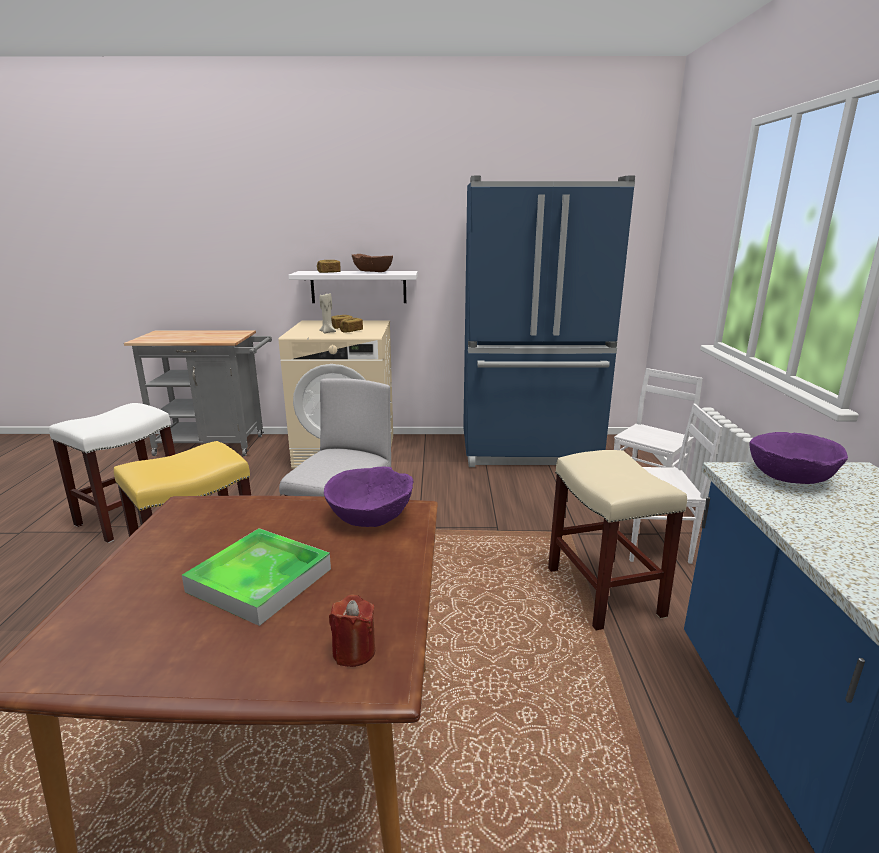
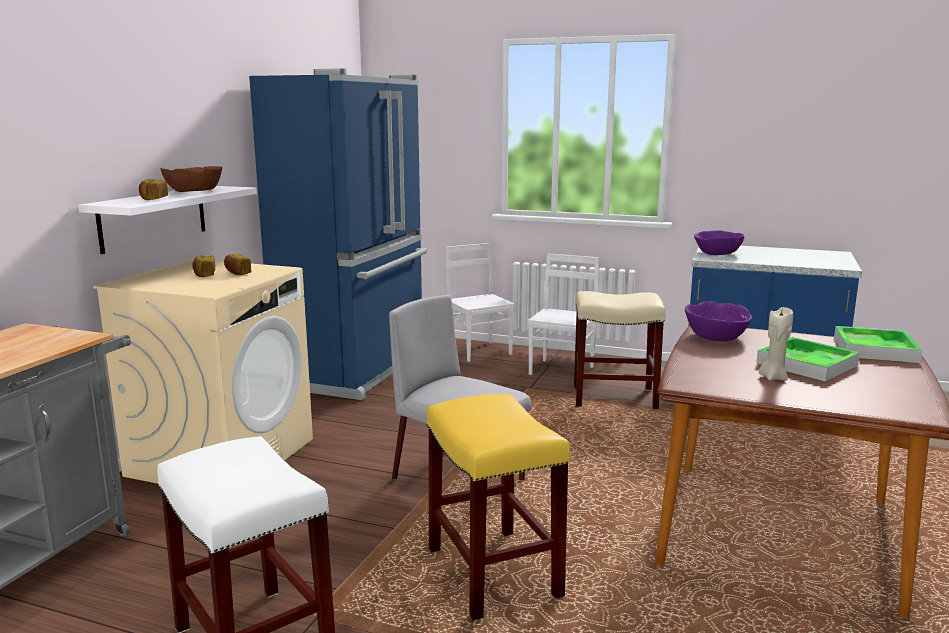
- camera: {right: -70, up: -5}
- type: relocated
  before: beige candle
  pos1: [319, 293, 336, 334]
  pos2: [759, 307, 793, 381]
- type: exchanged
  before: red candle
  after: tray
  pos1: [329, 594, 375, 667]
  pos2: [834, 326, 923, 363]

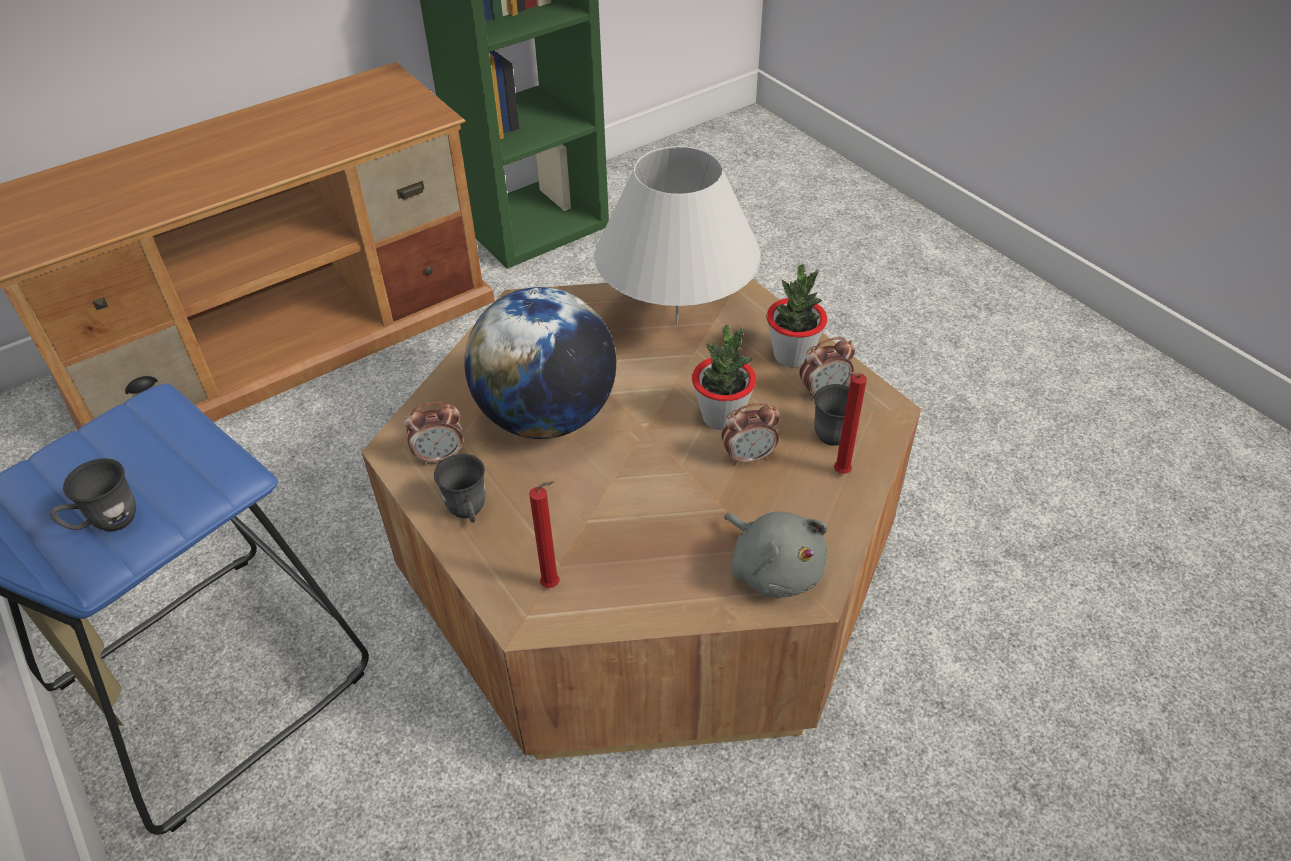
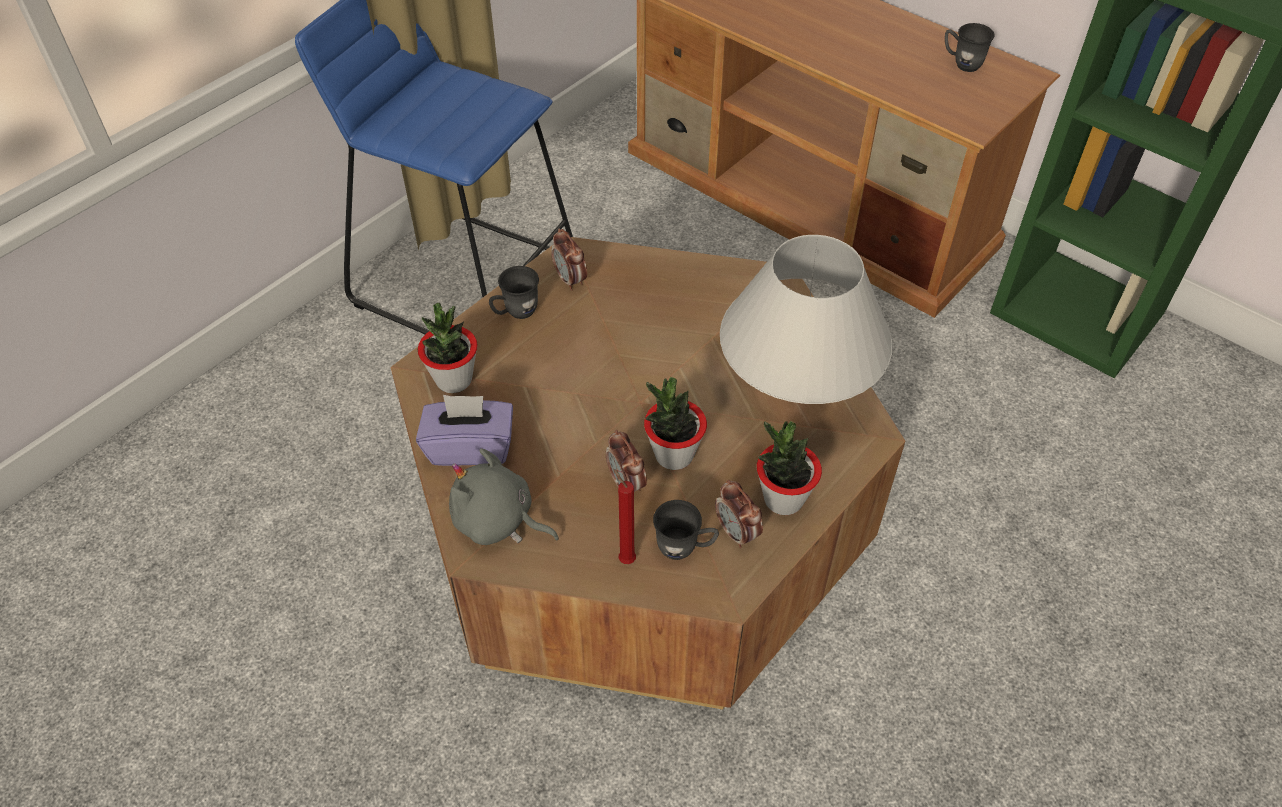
- camera: {right: 75, up: 5}
- type: appeared
  after: purple tissue box
  pos2: [416, 395, 513, 466]
- type: exchanged
  before: red candle
  after: potted plant
  pos1: [529, 481, 559, 588]
  pos2: [418, 302, 477, 393]
- type: spun
  before: grey plush toy
  pos1: [724, 512, 828, 598]
  pos2: [449, 448, 559, 545]
  turn: 75
- type: relocated
  before: grey mug
  pos1: [50, 458, 136, 532]
  pos2: [945, 23, 995, 72]
- type: missing
  before: globe
  pos1: [464, 287, 616, 439]

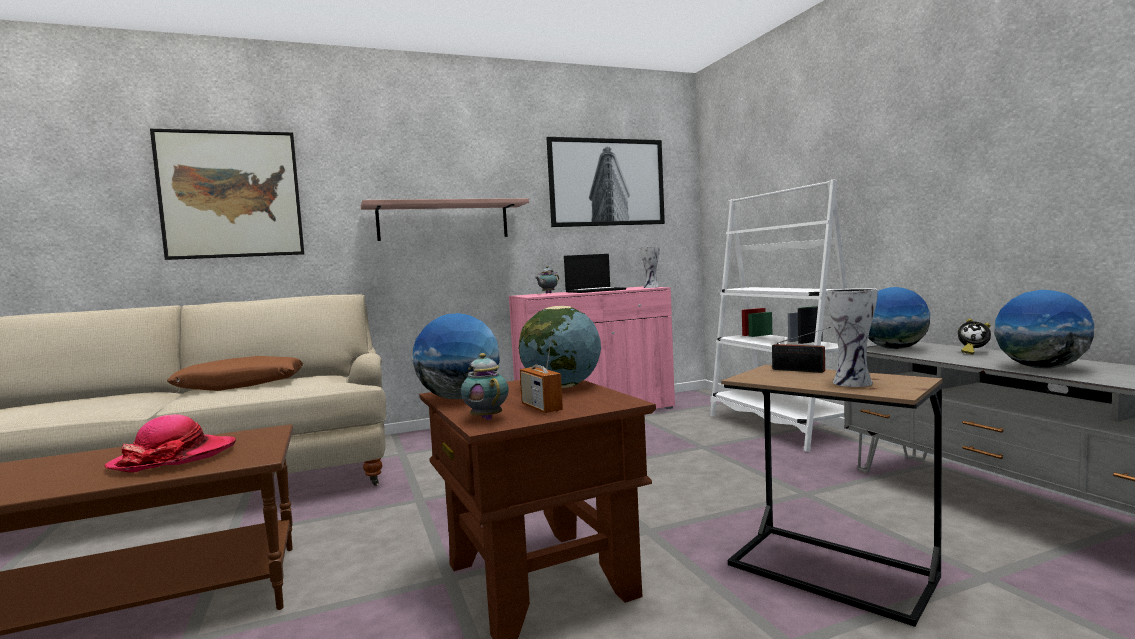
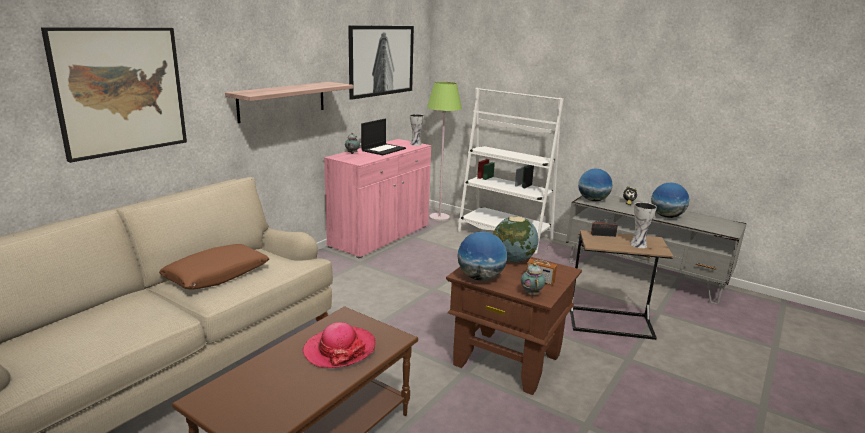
- camera: {right: -35, up: 15}
- type: appeared
  after: green floor lamp
  pos2: [427, 82, 462, 222]
- type: spun
  before: teapot
  pos1: [461, 353, 509, 420]
  pos2: [521, 263, 545, 296]
  turn: 60

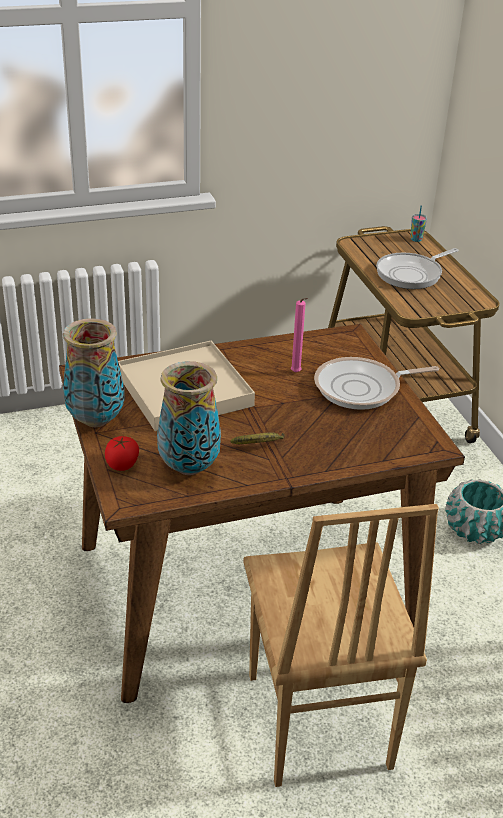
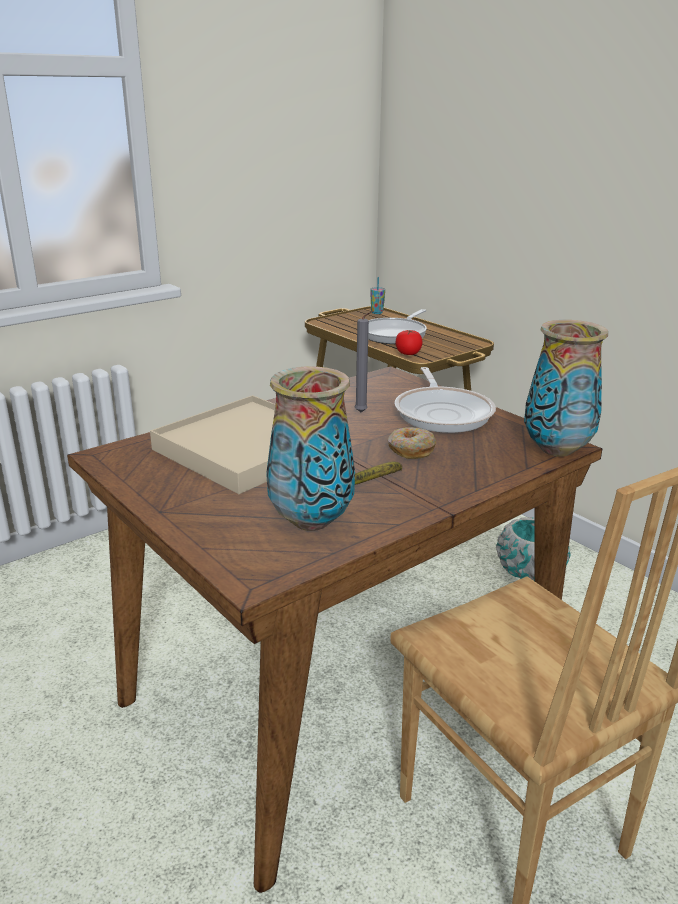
- camera: {right: -20, up: -10}
- type: colour
  before: pink candle
  after: grey candle
  pos1: [291, 298, 308, 372]
  pos2: [355, 311, 373, 412]
- type: appeared
  after: donut
  pos2: [388, 427, 436, 459]
- type: spun
  before: frying pan
  pos1: [314, 357, 439, 410]
  pos2: [395, 367, 496, 433]
  turn: -60
- type: relocated
  before: tomato
  pos1: [105, 436, 139, 471]
  pos2: [396, 330, 422, 355]
- type: relocated
  before: vase
  pos1: [63, 318, 124, 427]
  pos2: [524, 320, 608, 457]

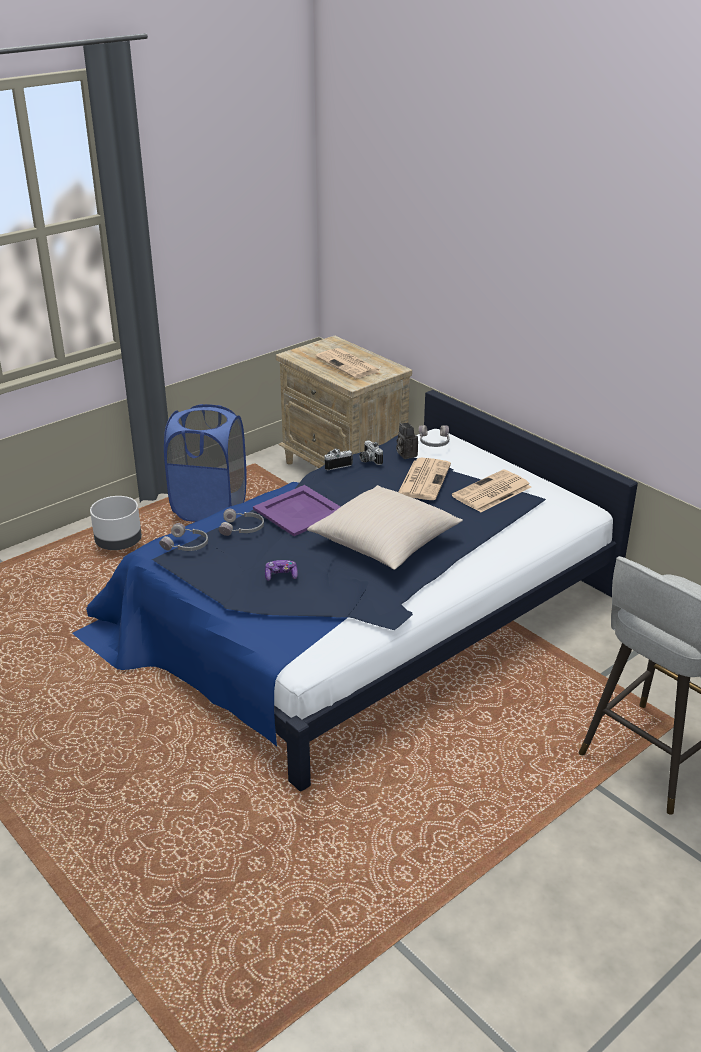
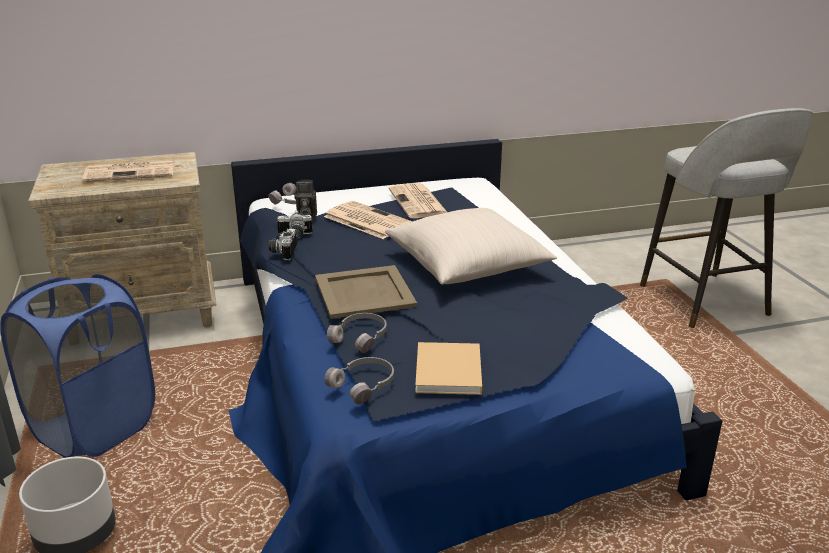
- camera: {right: -65, up: -5}
- type: colour
  before: purple tray
  after: beige tray
  pos1: [253, 485, 341, 536]
  pos2: [315, 265, 417, 319]
- type: appeared
  after: beige book
  pos2: [415, 342, 482, 395]
- type: missing
  before: game controller
  pos1: [265, 560, 298, 581]

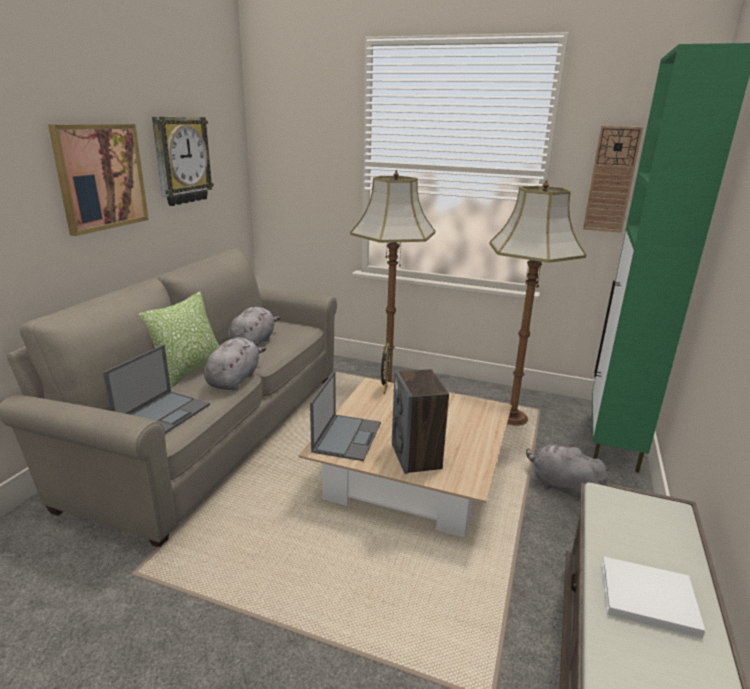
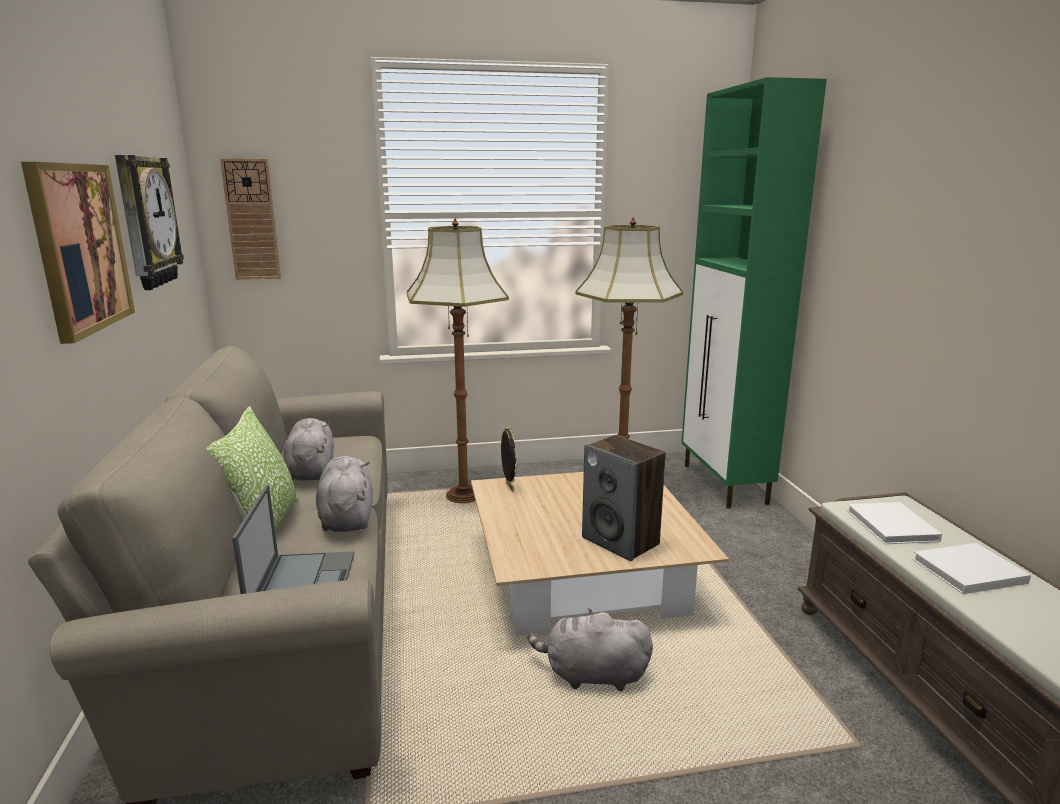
- camera: {right: -30, up: -5}
- type: relocated
  before: wall clock
  pos1: [583, 126, 643, 233]
  pos2: [220, 158, 281, 280]
- type: relocated
  before: grey plush toy
  pos1: [526, 444, 609, 501]
  pos2: [527, 608, 653, 691]
- type: appeared
  after: white book
  pos2: [847, 502, 942, 544]
- type: missing
  before: laptop
  pos1: [310, 371, 381, 461]

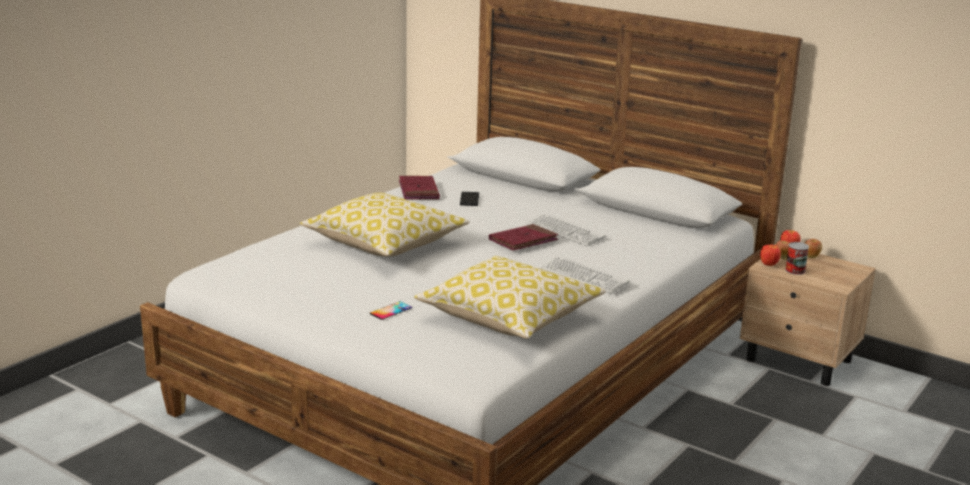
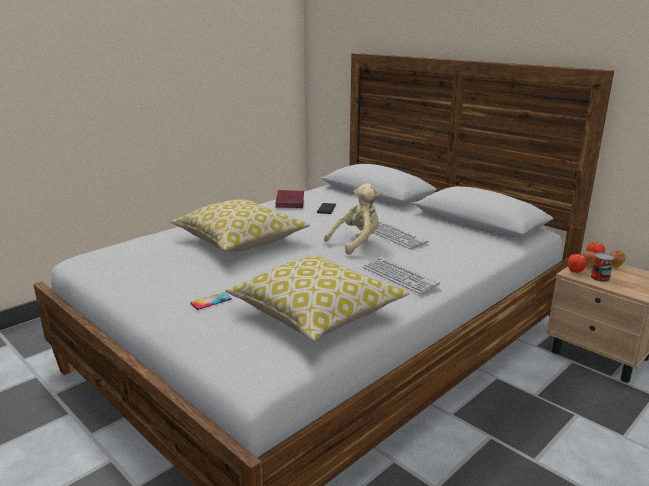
- camera: {right: 10, up: 0}
- type: exchanged
  before: red book
  after: beige plush toy
  pos1: [489, 224, 558, 251]
  pos2: [324, 184, 380, 255]

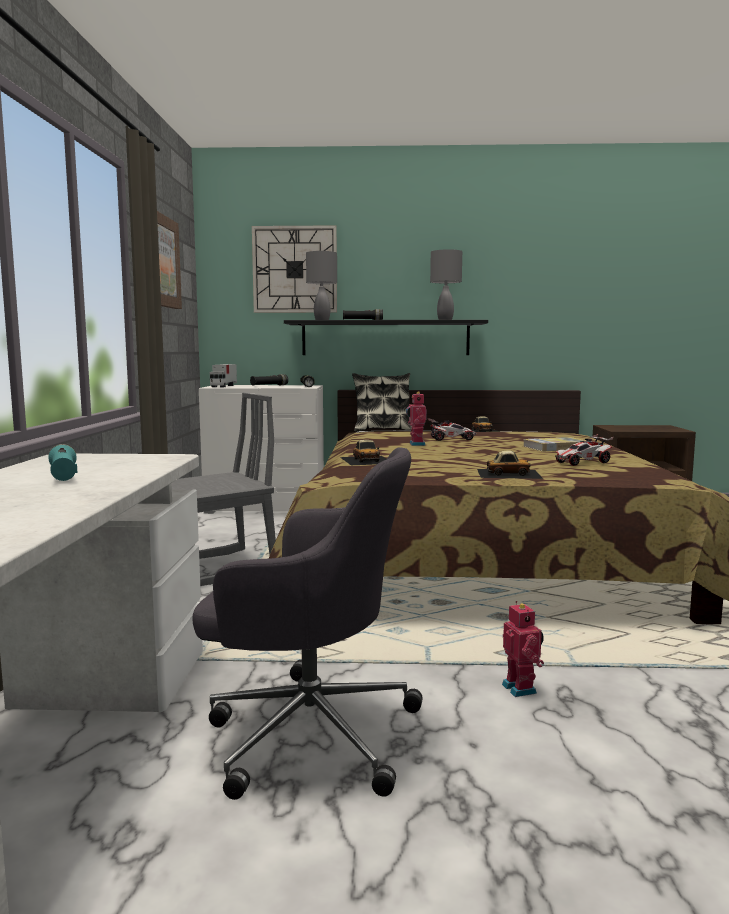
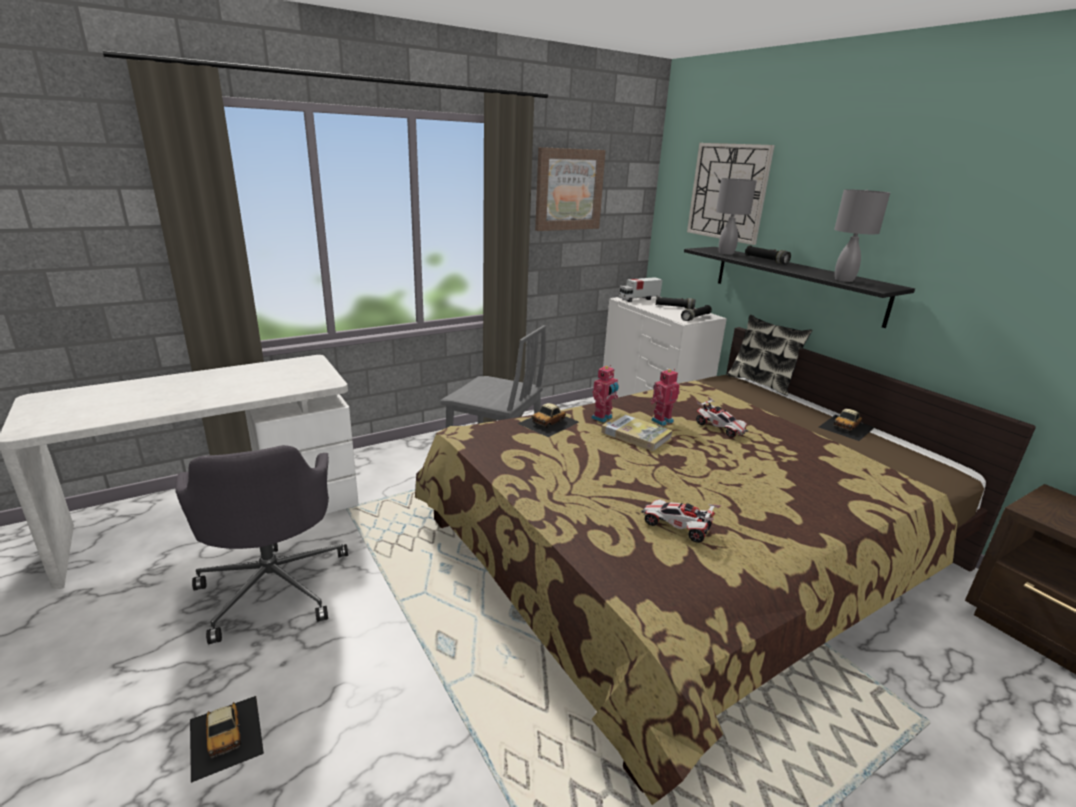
- camera: {right: 55, up: 15}
- type: relocated
  before: toy car
  pos1: [477, 450, 543, 479]
  pos2: [190, 696, 264, 783]
- type: relocated
  before: toy robot
  pos1: [502, 601, 544, 697]
  pos2: [591, 365, 619, 423]
- type: relocated
  before: book
  pos1: [523, 437, 586, 452]
  pos2: [601, 413, 673, 451]
- type: missing
  before: turquoise flashlight
  pos1: [48, 444, 78, 481]

